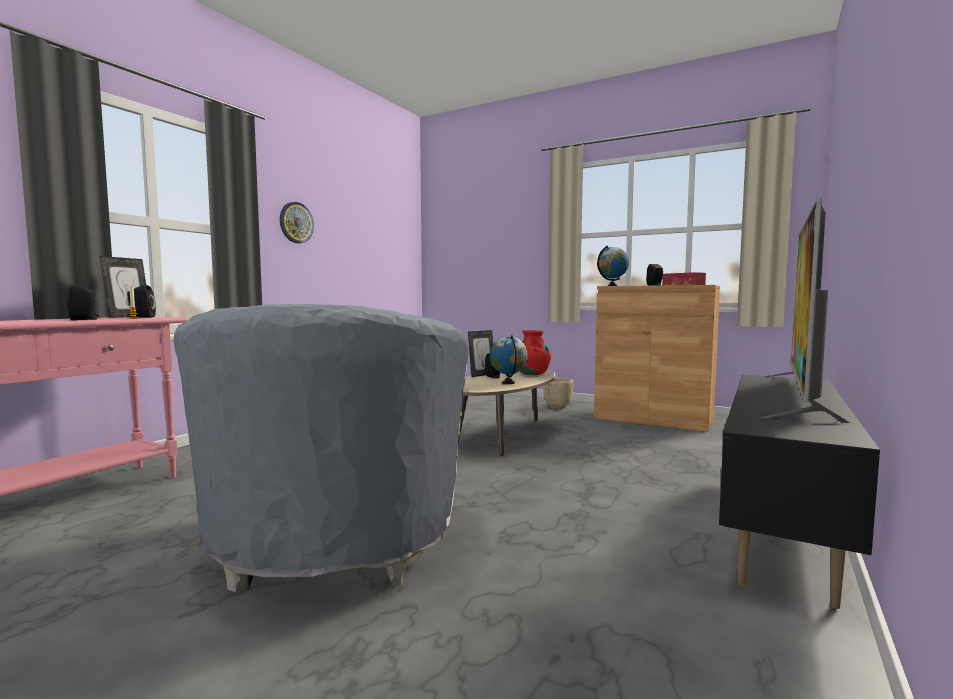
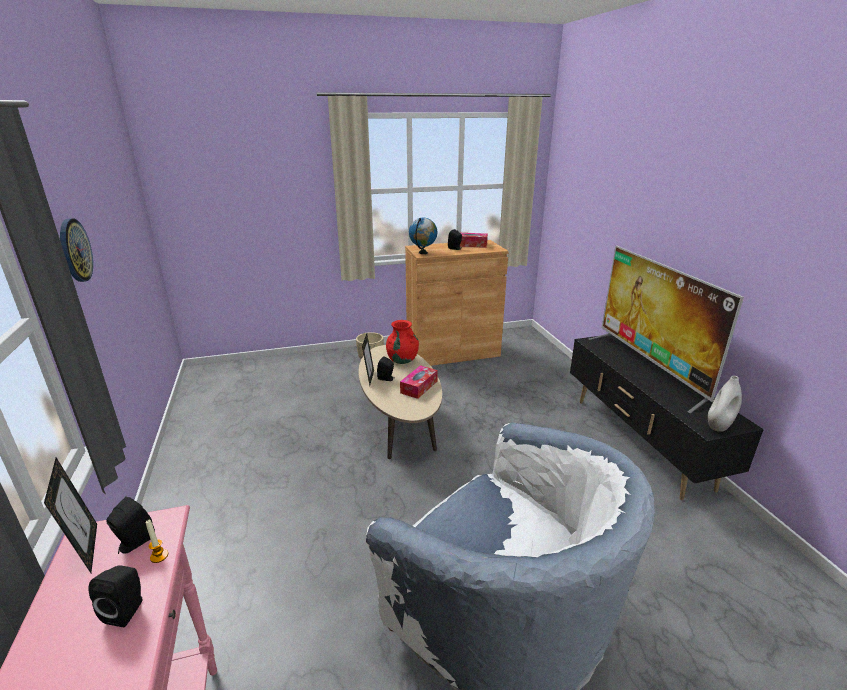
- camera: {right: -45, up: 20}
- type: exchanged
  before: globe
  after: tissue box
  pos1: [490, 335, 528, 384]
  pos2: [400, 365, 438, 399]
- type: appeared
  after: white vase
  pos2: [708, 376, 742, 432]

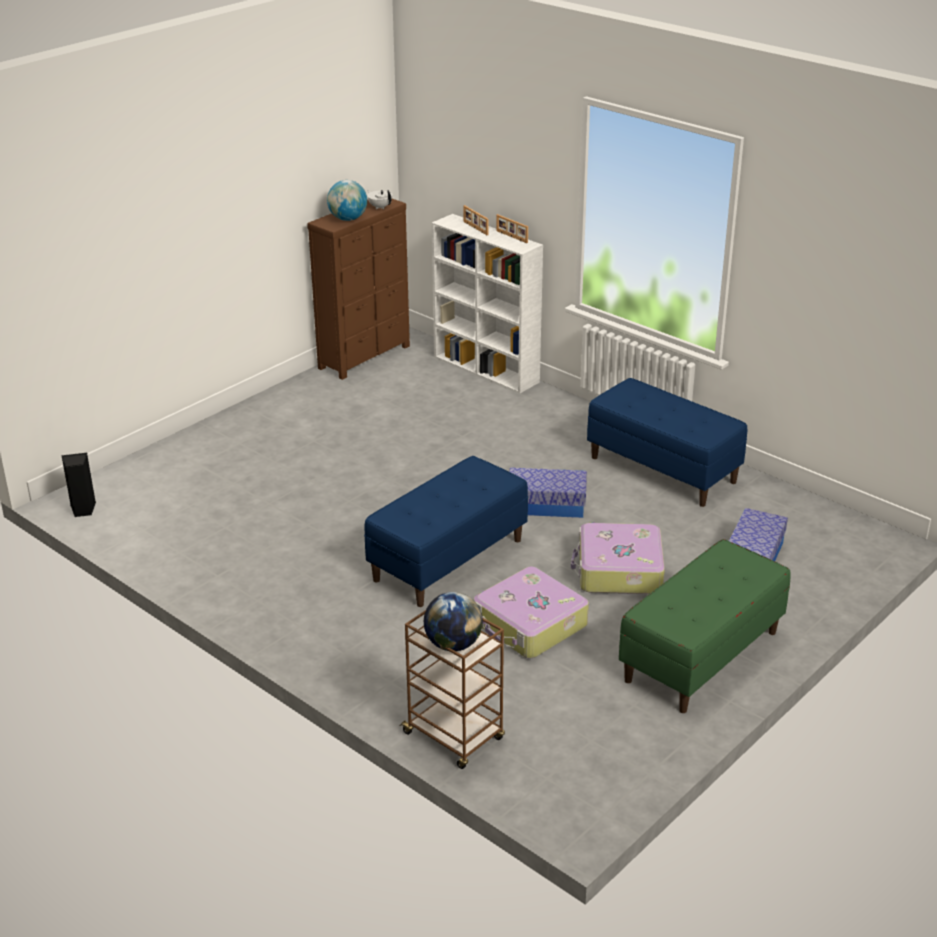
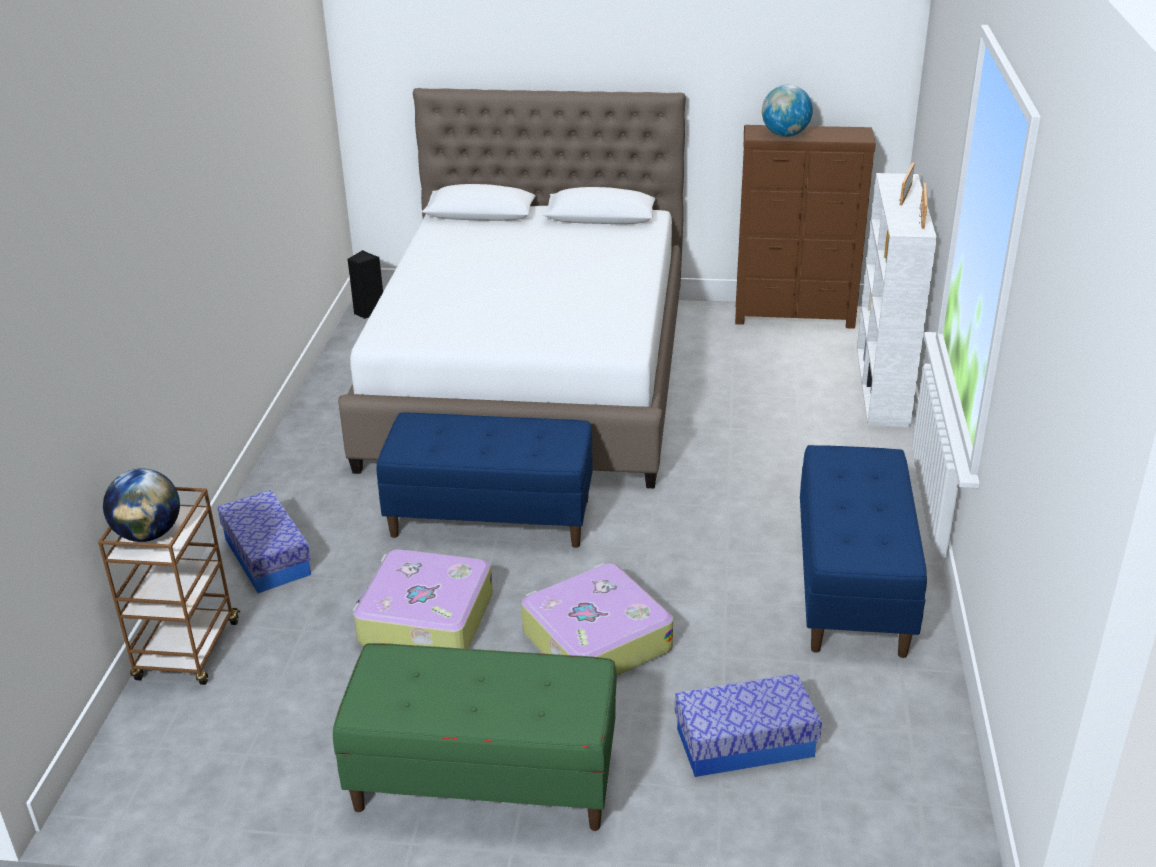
- camera: {right: 55, up: 0}
- type: relocated
  before: storage box
  pos1: [509, 468, 587, 518]
  pos2: [217, 490, 311, 593]
- type: appeared
  after: white bed
  pos2: [338, 88, 686, 489]
- type: missing
  before: white teapot
  pos1: [367, 190, 392, 209]

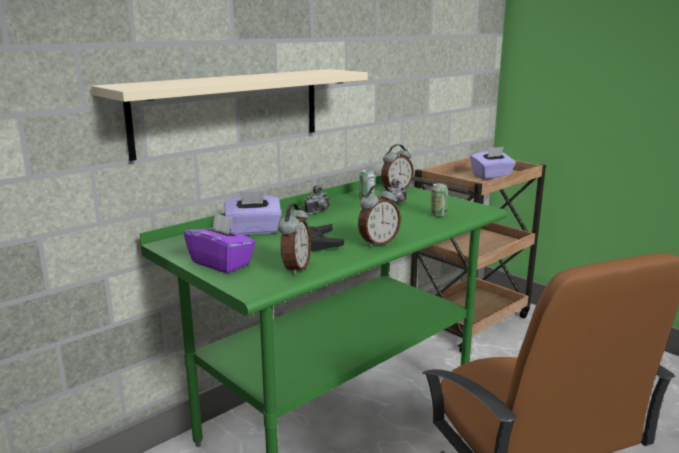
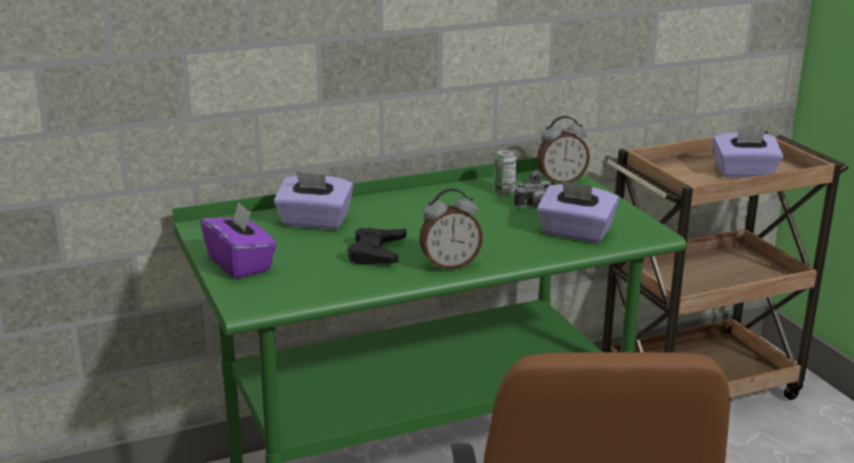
- camera: {right: 20, up: 5}
- type: exchanged
  before: can
  after: purple tissue box
  pos1: [430, 183, 448, 217]
  pos2: [537, 180, 619, 243]
- type: missing
  before: beige shelf
  pos1: [92, 69, 368, 161]
- type: missing
  before: alarm clock
  pos1: [278, 203, 311, 275]
- type: missing
  before: photo camera
  pos1: [305, 185, 329, 214]

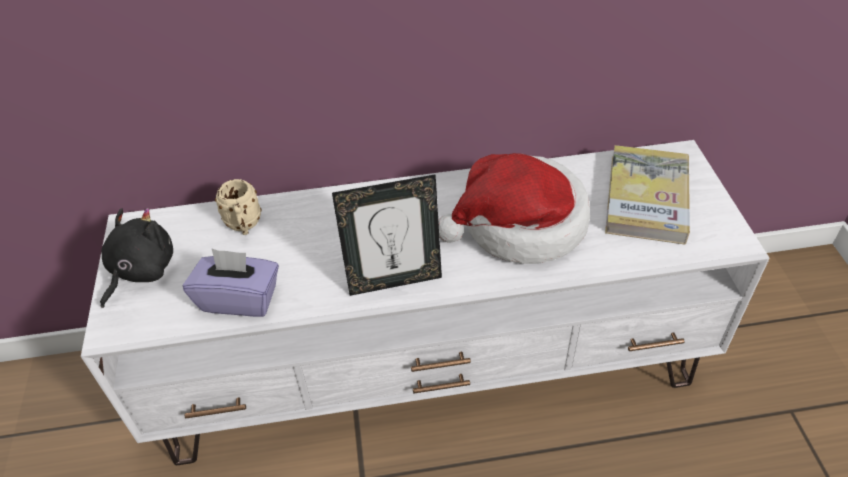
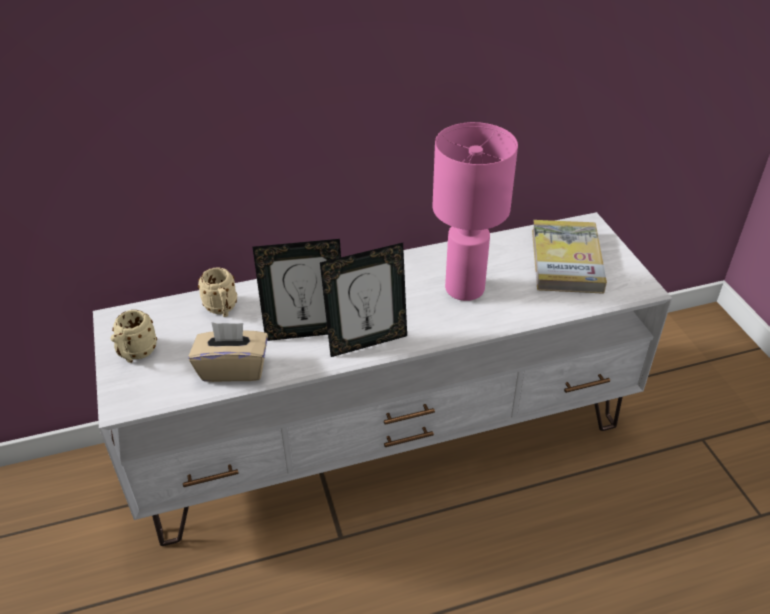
- camera: {right: -10, up: -5}
- type: exchanged
  before: black plush toy
  after: beige mug
  pos1: [100, 208, 173, 308]
  pos2: [110, 310, 157, 363]
- type: colour
  before: purple tissue box
  after: beige tissue box
  pos1: [183, 249, 279, 317]
  pos2: [188, 322, 268, 382]
- type: appeared
  after: picture frame
  pos2: [253, 239, 341, 341]
- type: exchanged
  before: hat
  after: pink table lamp
  pos1: [438, 153, 590, 264]
  pos2: [432, 122, 518, 301]

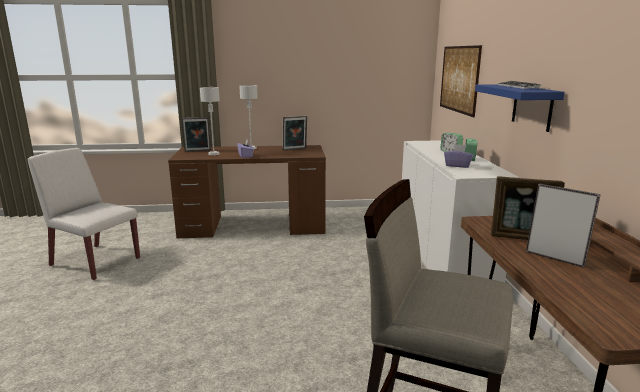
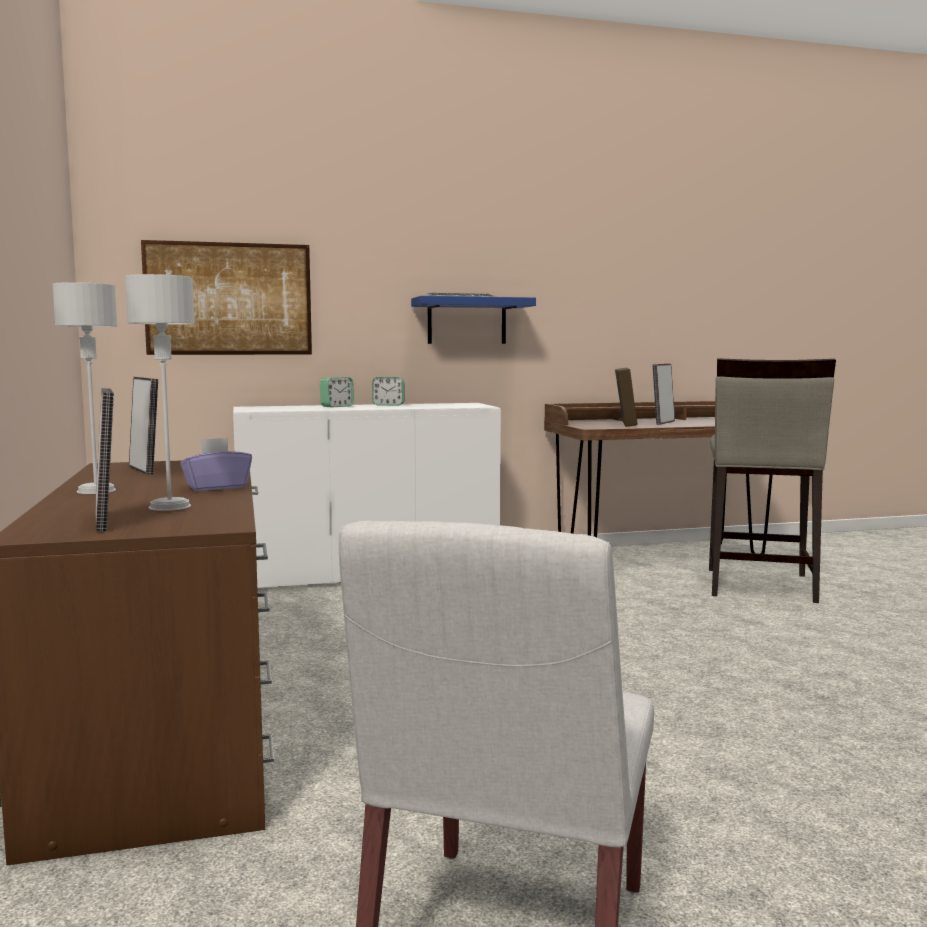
- camera: {right: -100, up: -10}
- type: missing
  before: purple tissue box
  pos1: [444, 144, 473, 168]

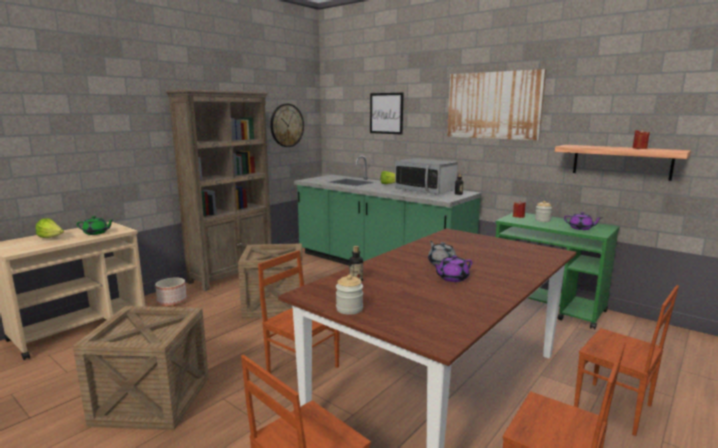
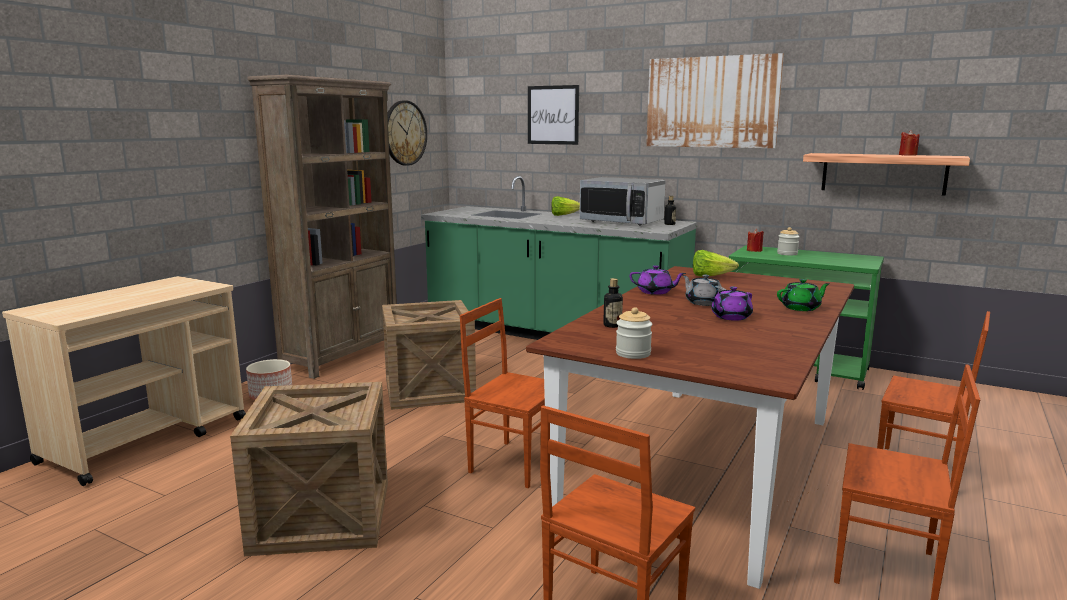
- camera: {right: -10, up: 0}
- type: relocated
  before: purple teapot
  pos1: [564, 212, 602, 230]
  pos2: [629, 265, 686, 295]
- type: relocated
  before: lettuce
  pos1: [35, 218, 64, 238]
  pos2: [693, 250, 739, 277]
- type: relocated
  before: green teapot
  pos1: [77, 216, 114, 235]
  pos2: [777, 279, 830, 311]

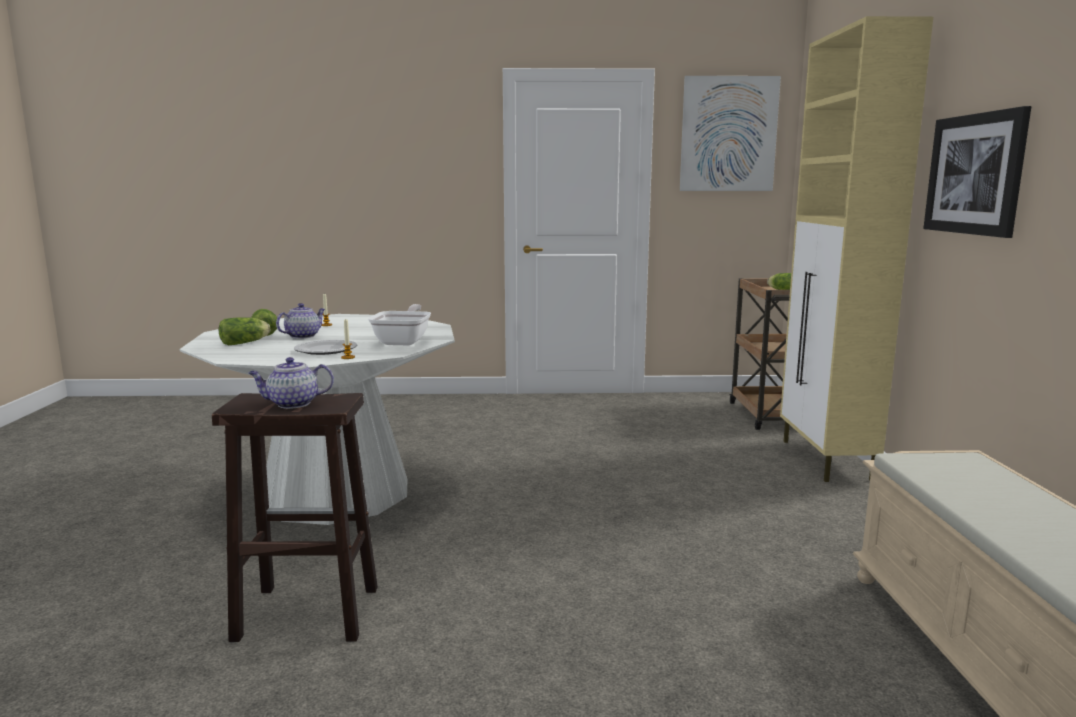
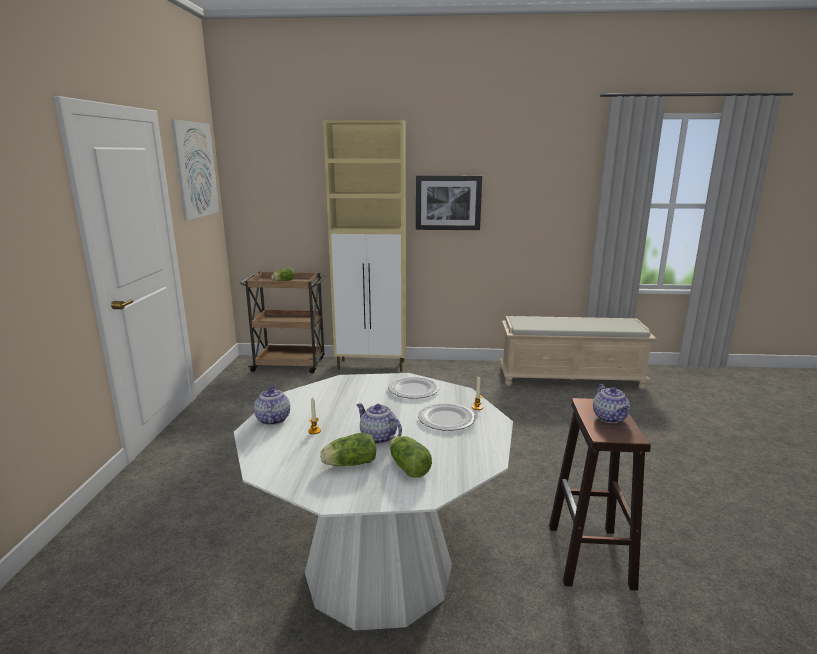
- camera: {right: -85, up: 5}
- type: appeared
  after: teapot
  pos2: [254, 385, 290, 425]
- type: exchanged
  before: frying pan
  after: plate
  pos1: [368, 304, 431, 346]
  pos2: [388, 376, 439, 399]

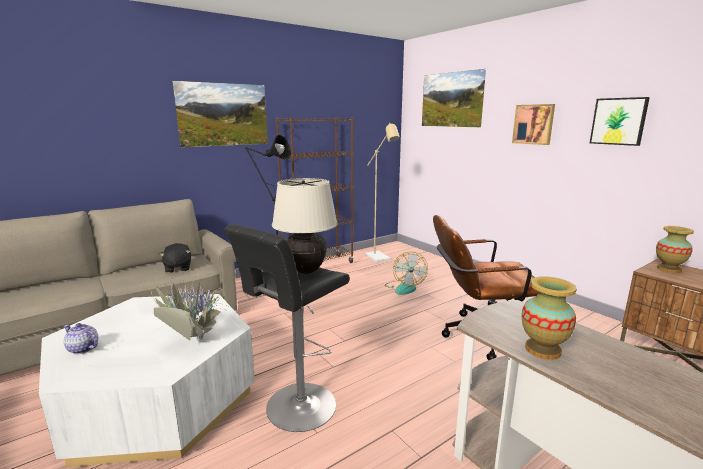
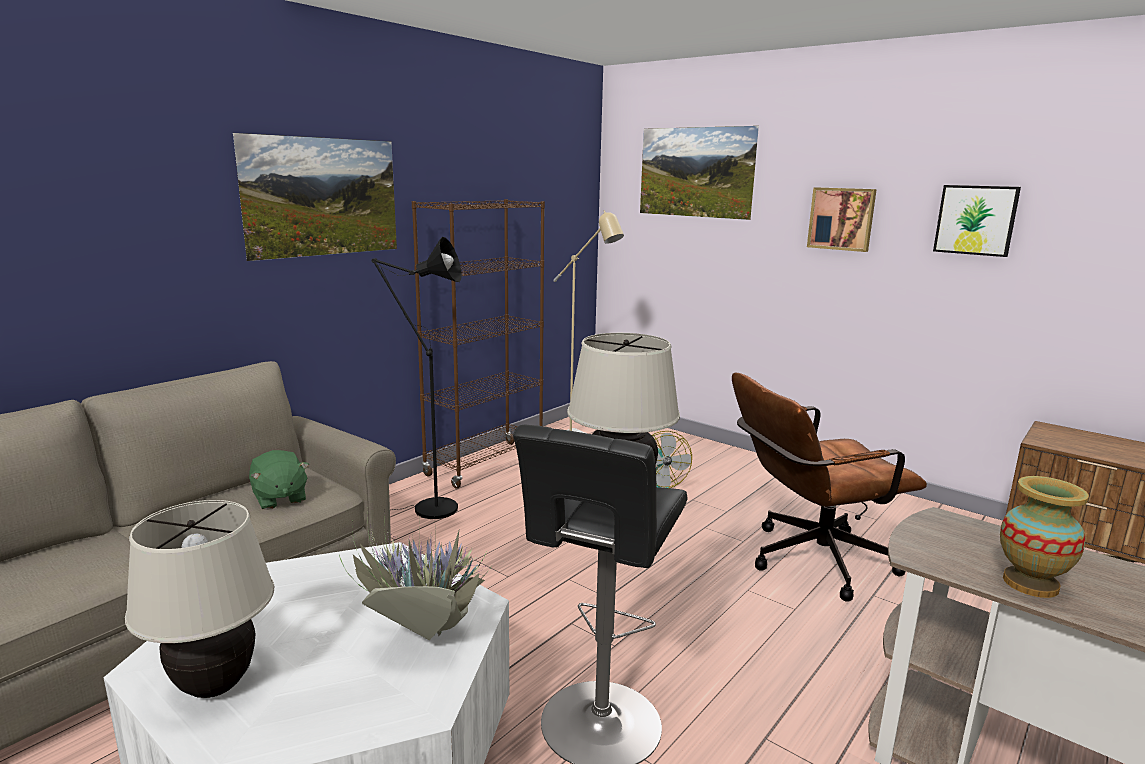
- camera: {right: -15, up: 0}
- type: exchanged
  before: teapot
  after: beige table lamp
  pos1: [63, 323, 98, 354]
  pos2: [125, 500, 274, 698]
- type: colour
  before: black plush toy
  after: green plush toy
  pos1: [159, 243, 191, 273]
  pos2: [249, 450, 309, 510]
- type: missing
  before: vase
  pos1: [656, 226, 694, 273]

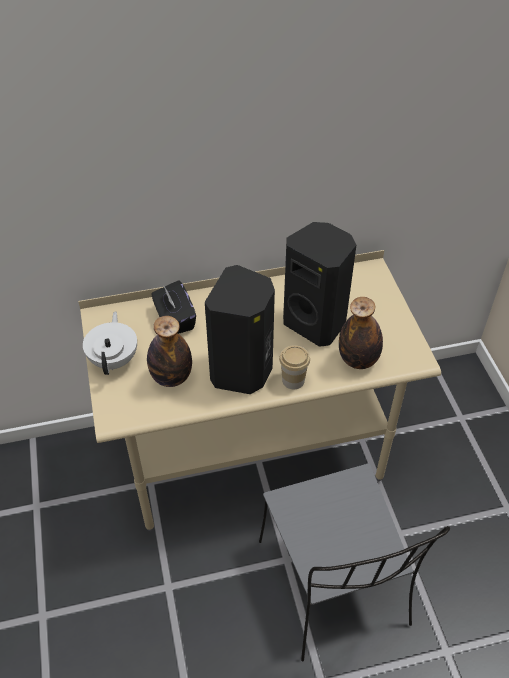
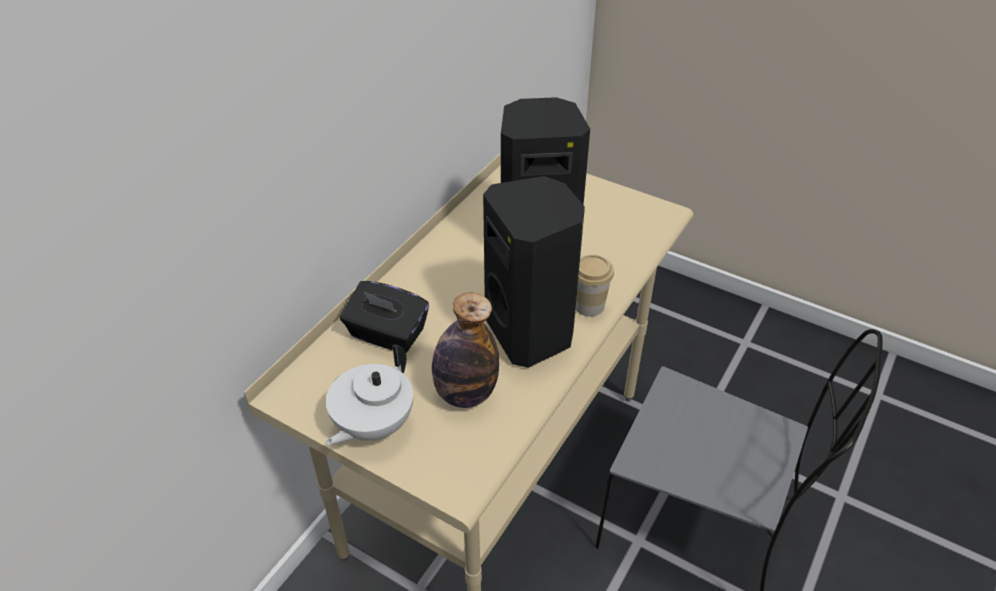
- camera: {right: -45, up: -5}
- type: spun
  before: white teapot
  pos1: [83, 311, 137, 375]
  pos2: [326, 345, 413, 445]
  turn: -105
- type: missing
  before: bottle
  pos1: [339, 297, 383, 369]

